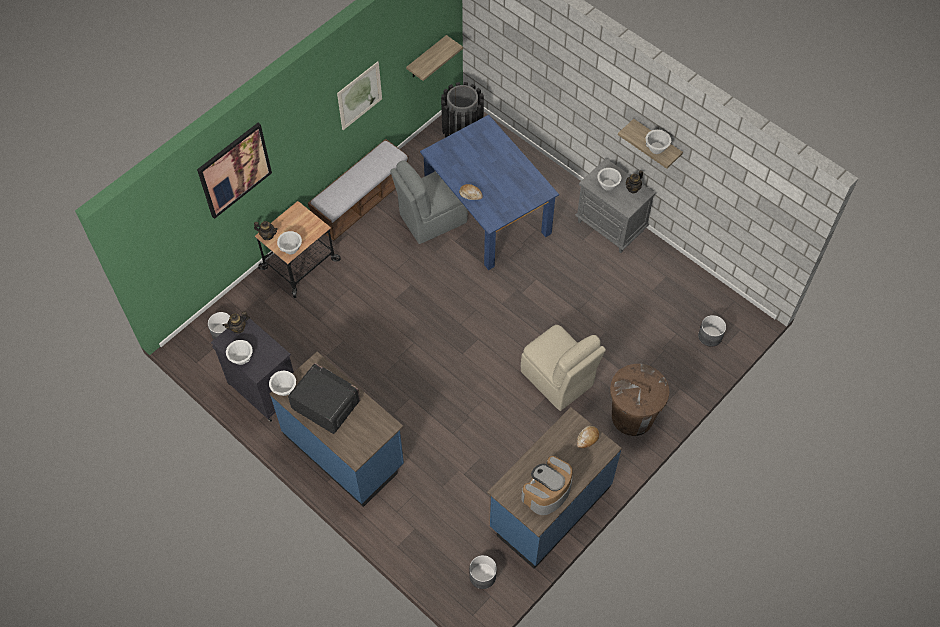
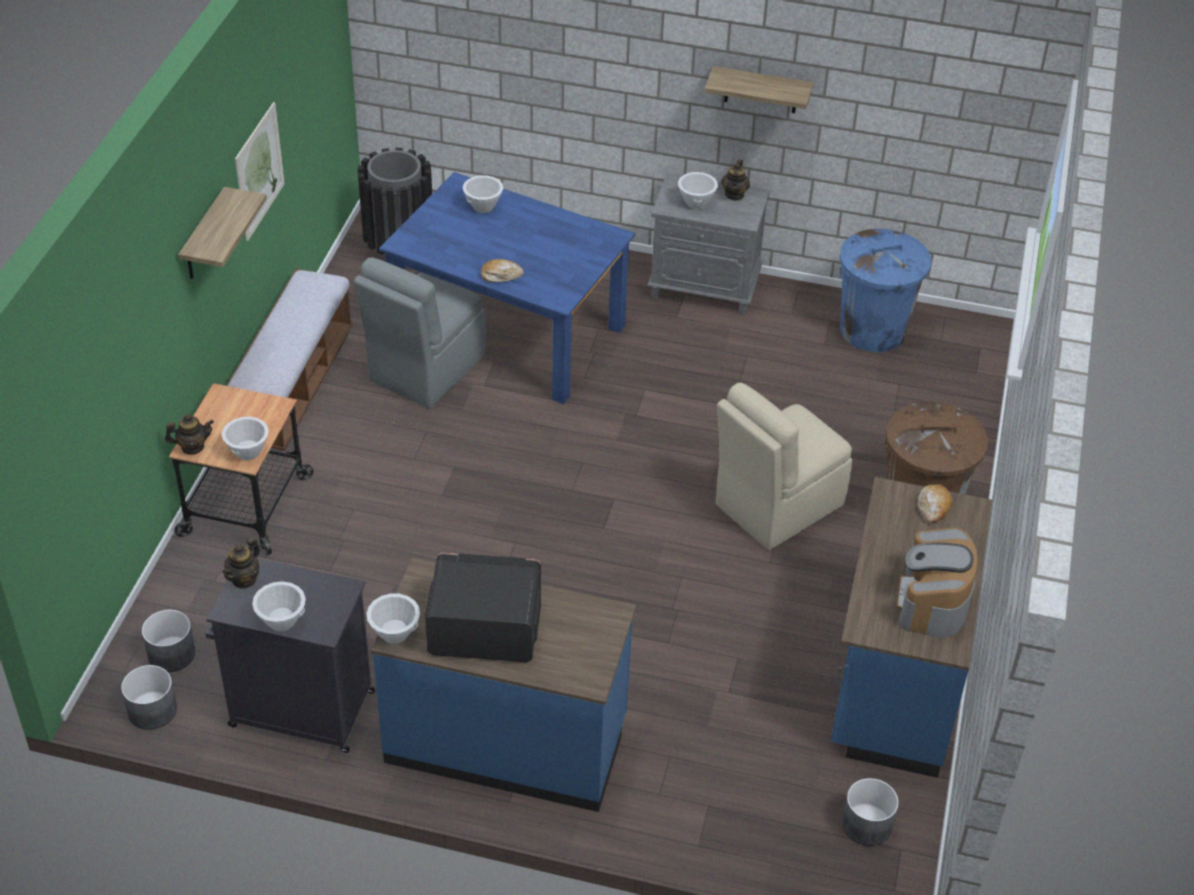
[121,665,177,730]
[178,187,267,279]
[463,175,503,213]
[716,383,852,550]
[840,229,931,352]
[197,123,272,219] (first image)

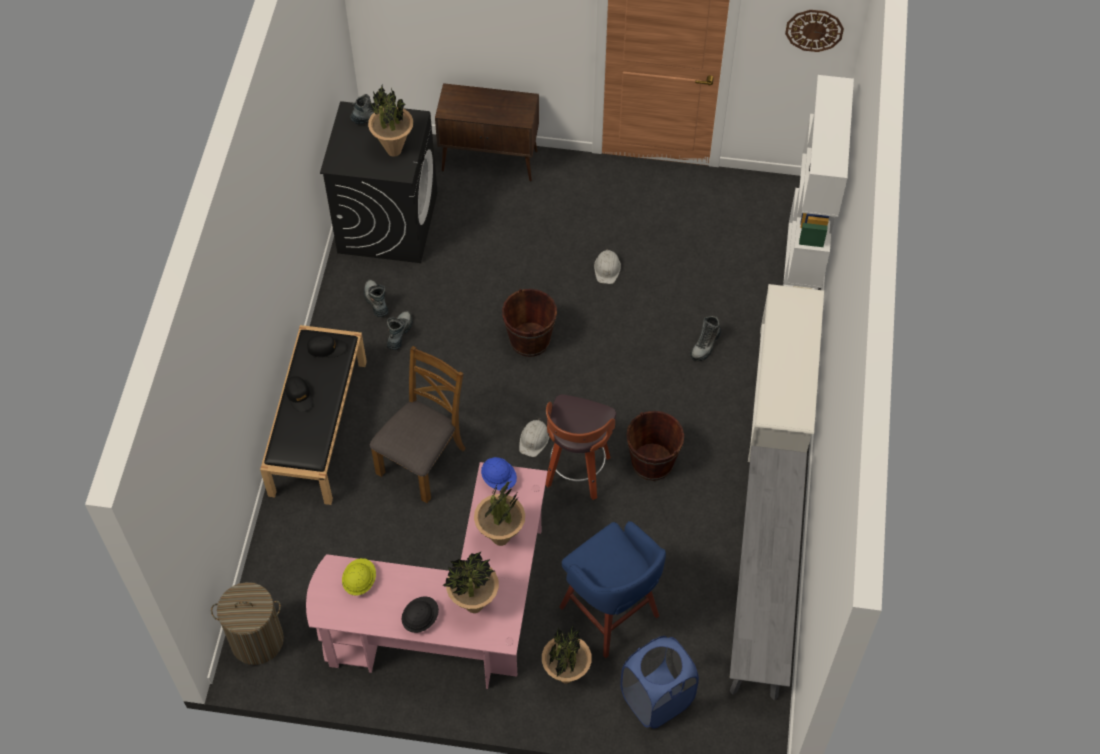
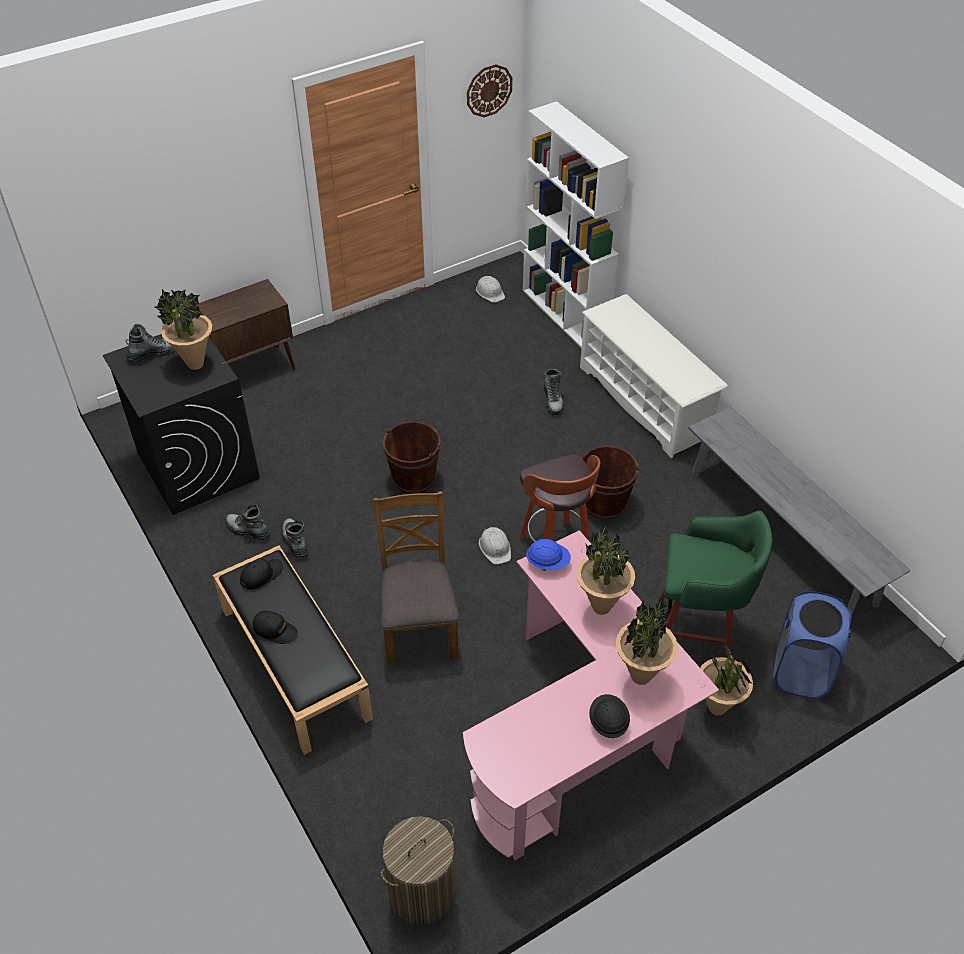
[476,276,505,303]
[658,510,773,658]
[342,558,376,596] (first image)

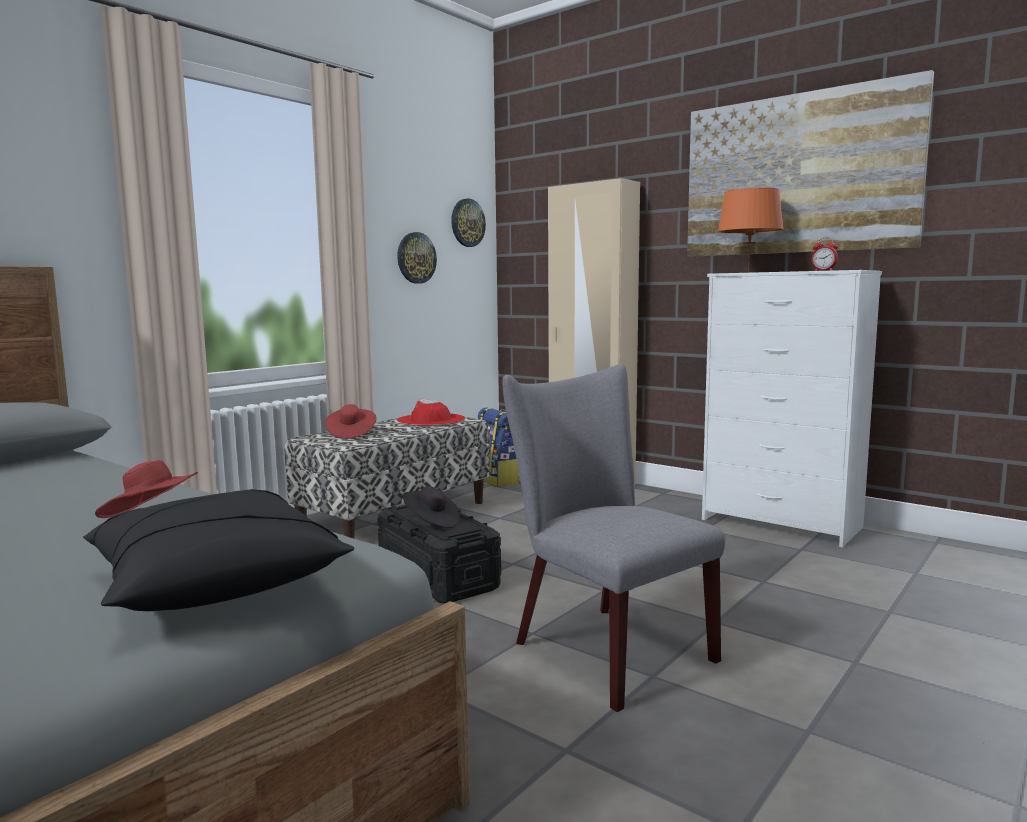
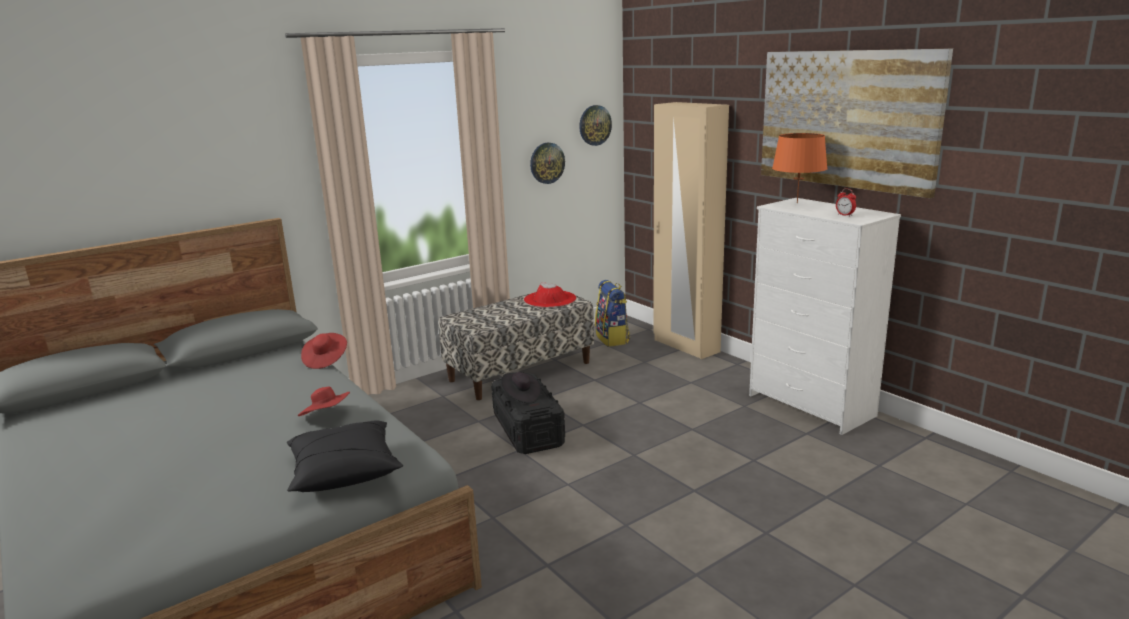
[301,333,347,369]
[502,364,725,712] (first image)

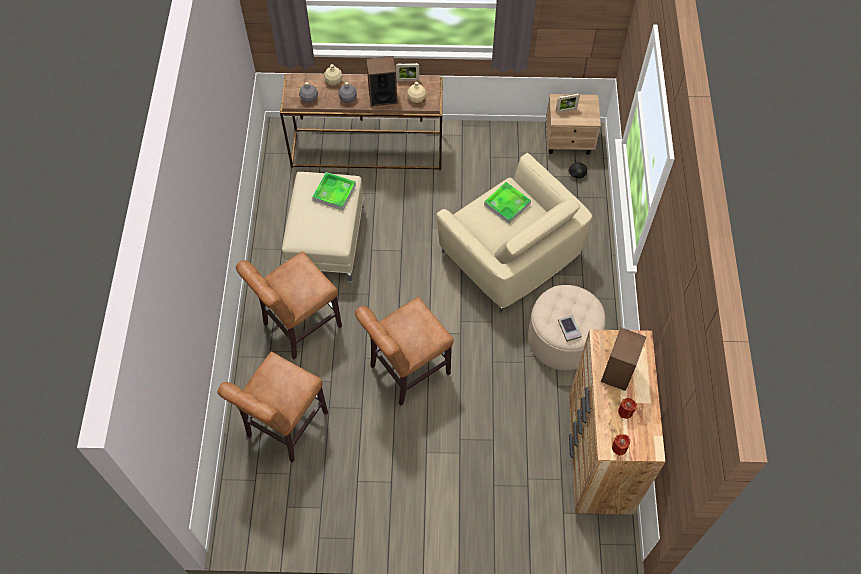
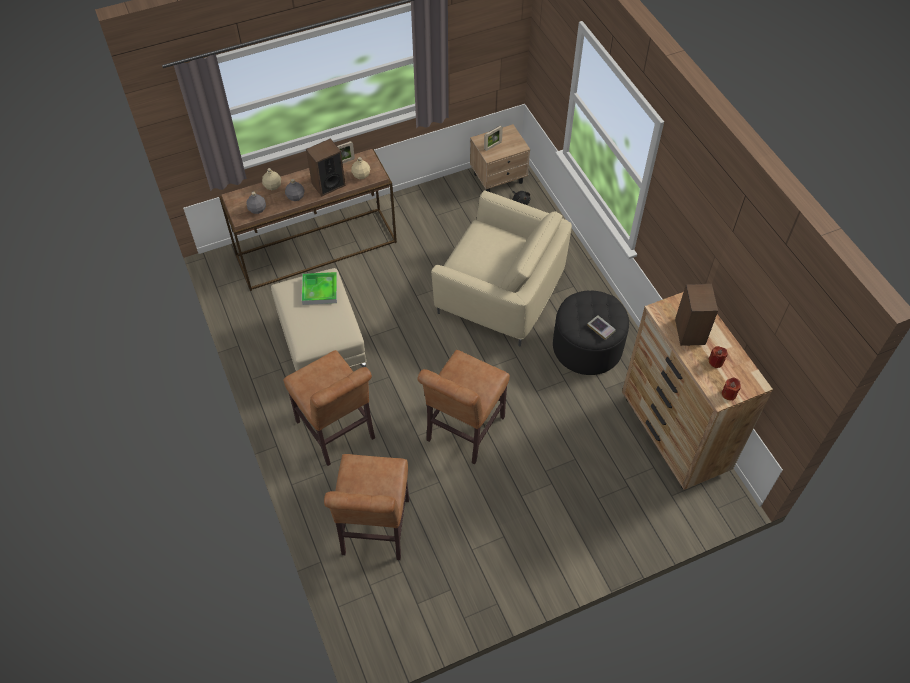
[283,350,375,466]
[553,291,629,375]
[484,182,531,224] (first image)

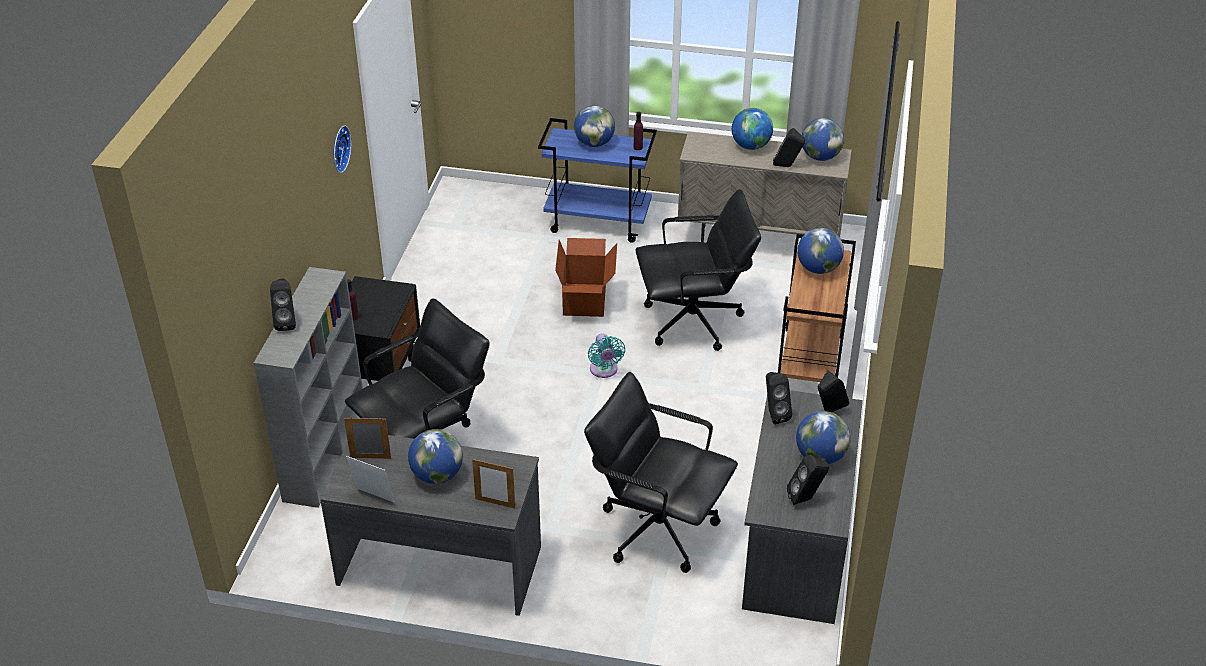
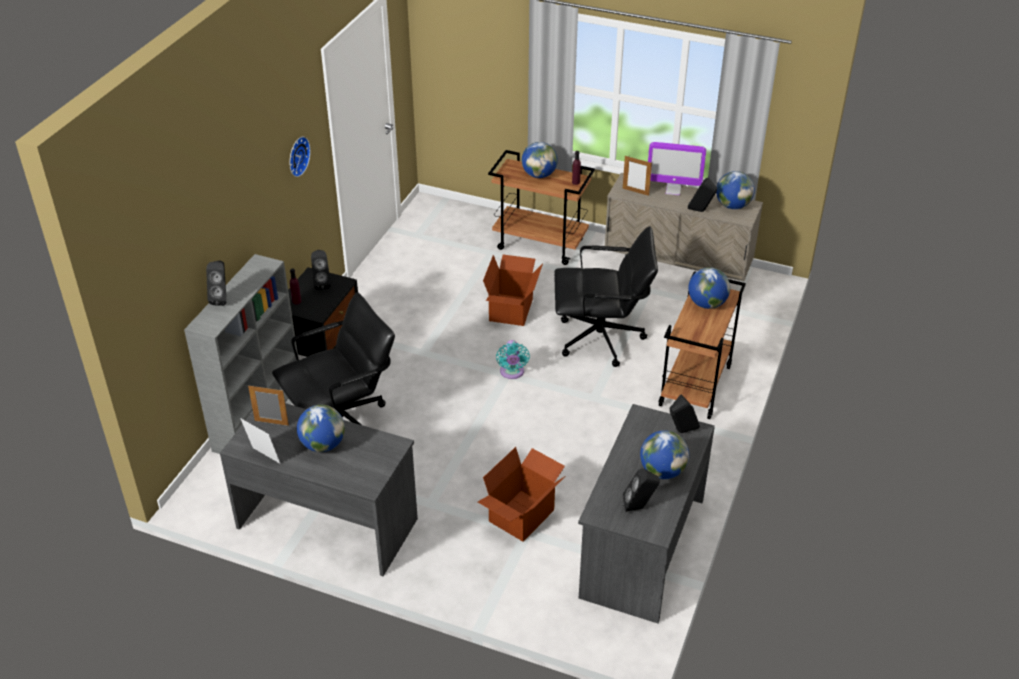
[311,250,331,290]
[478,447,565,542]
[488,150,595,265]
[623,156,652,196]
[648,142,706,196]

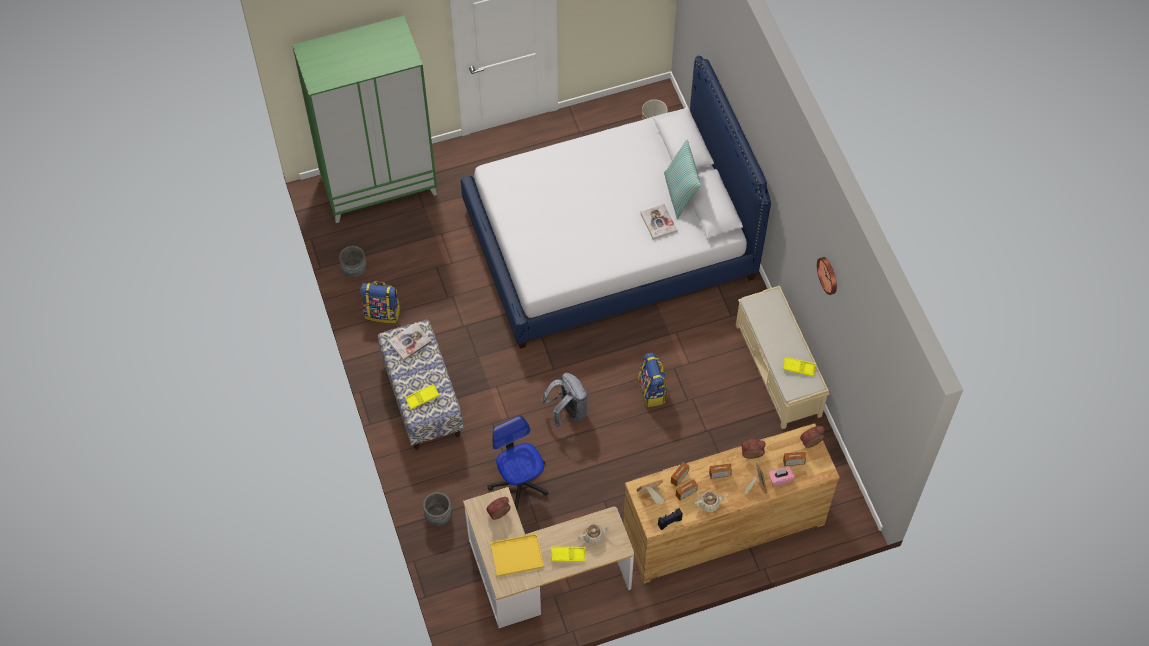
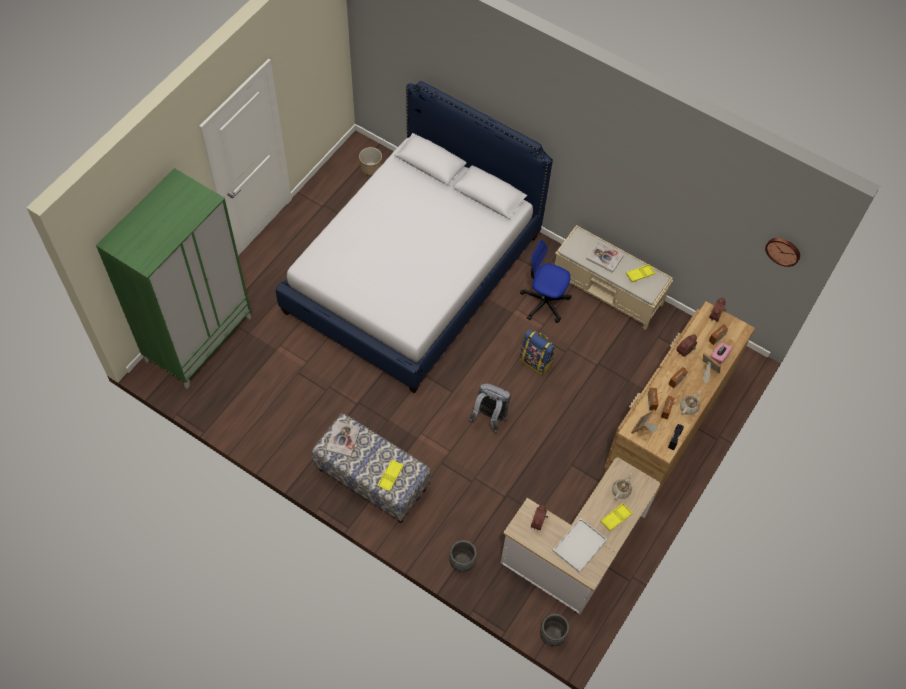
[520,240,571,323]
[540,614,569,646]
[553,518,607,573]
[586,242,624,273]
[765,238,800,267]
[360,281,401,323] (first image)
[664,139,701,219] (first image)

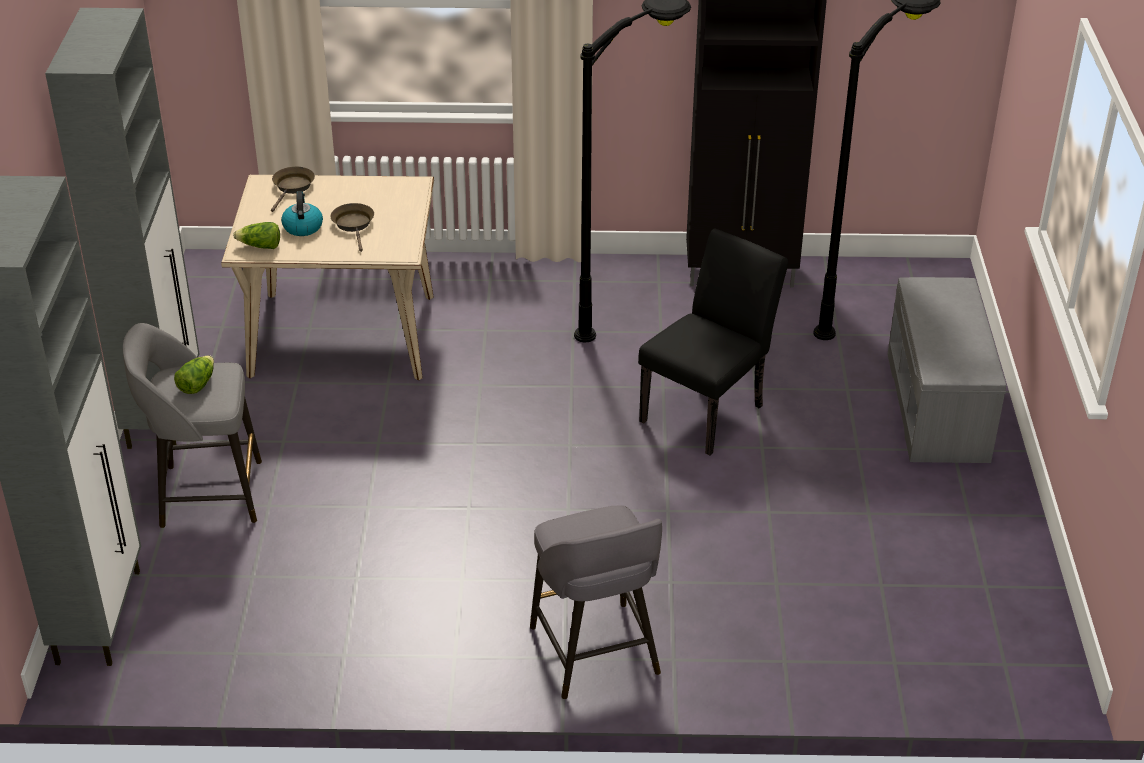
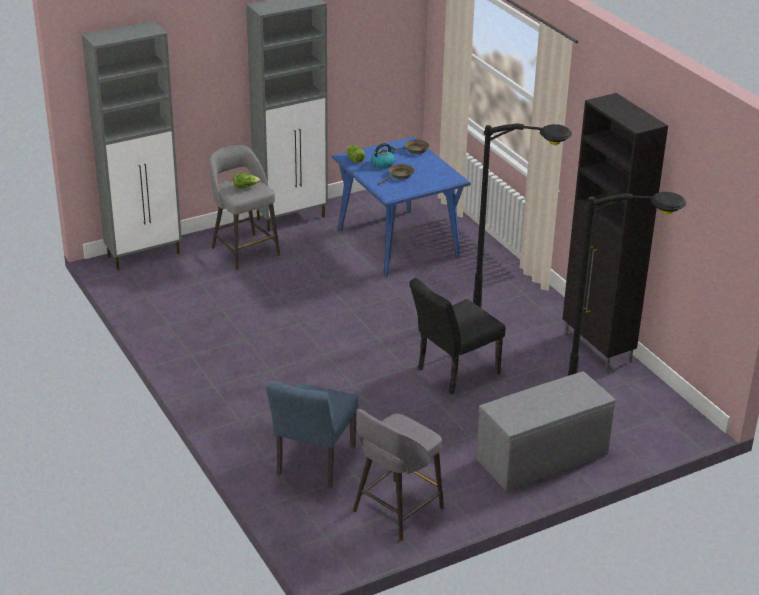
[266,381,358,487]
[332,136,470,277]
[353,409,444,541]
[409,278,506,395]

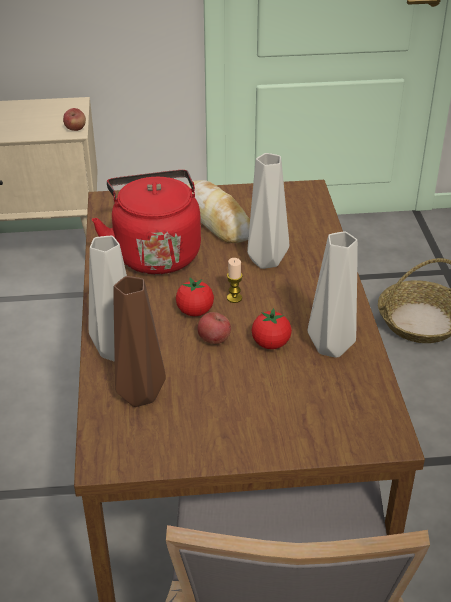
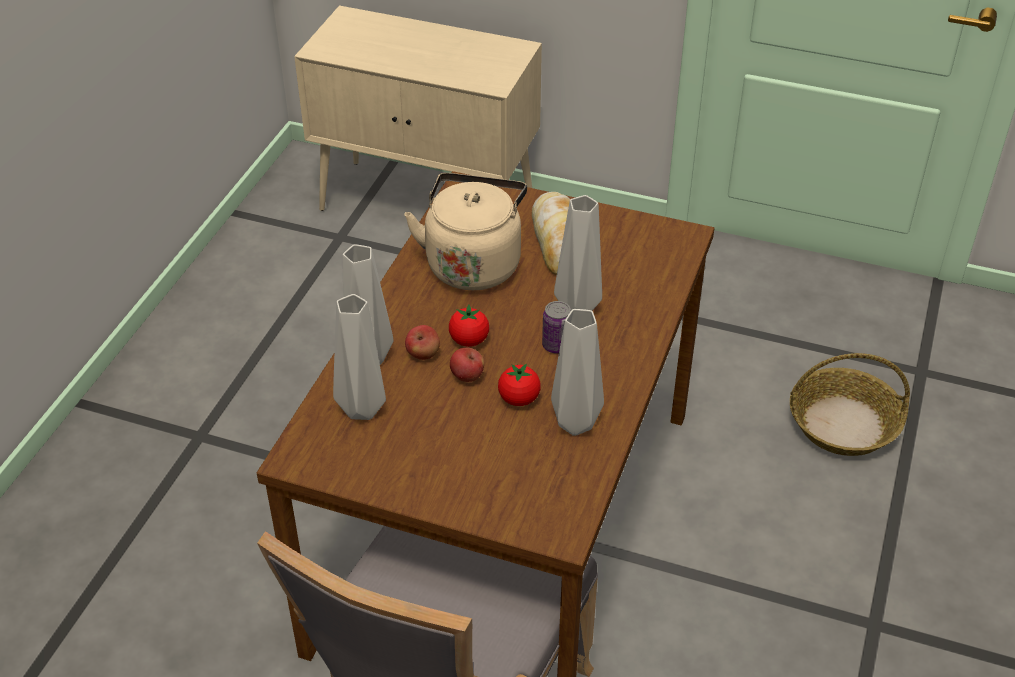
[333,294,386,420]
[404,173,527,290]
[405,325,440,360]
[542,301,571,354]
[227,258,243,303] (first image)

